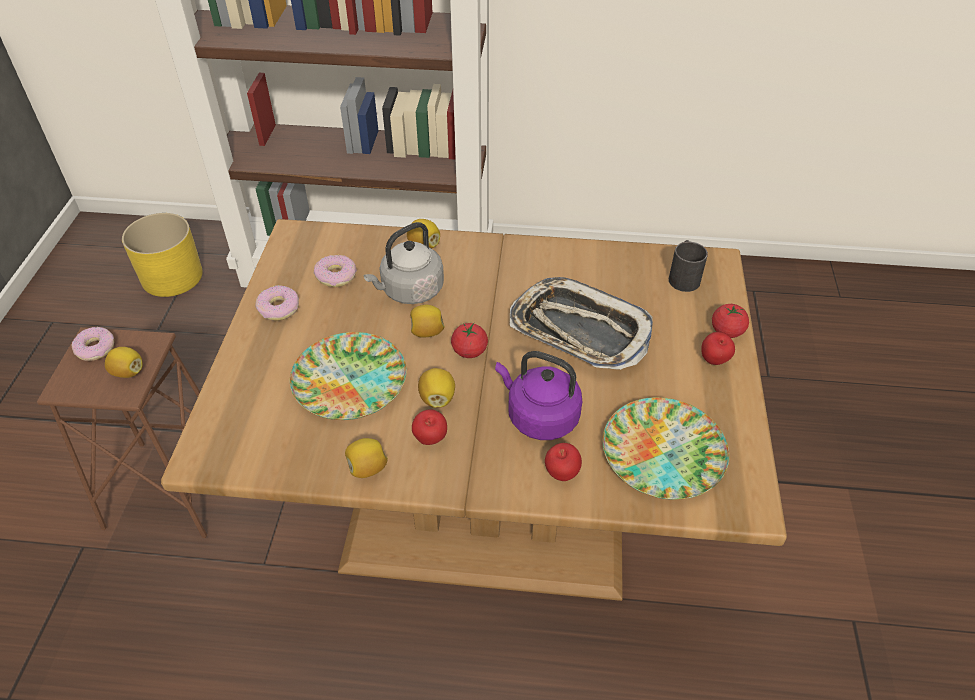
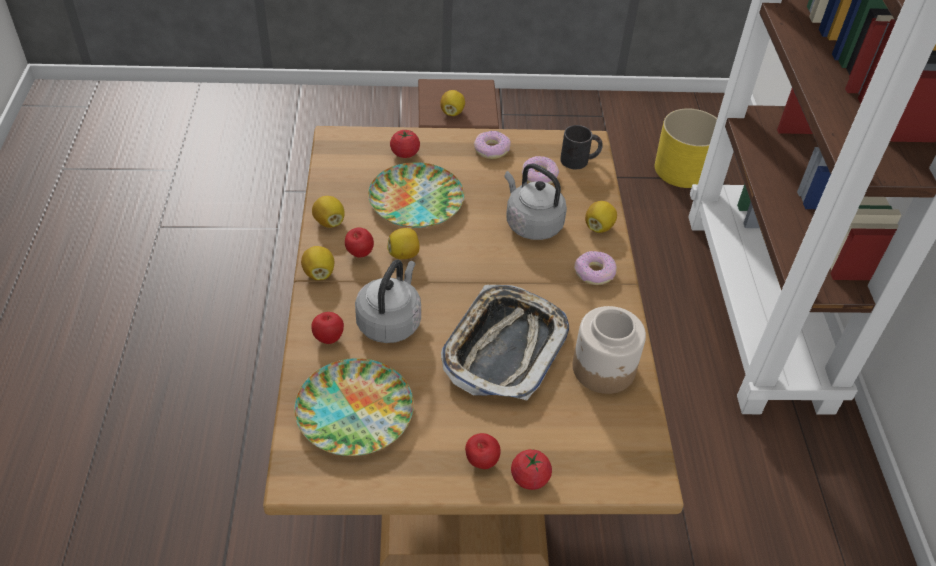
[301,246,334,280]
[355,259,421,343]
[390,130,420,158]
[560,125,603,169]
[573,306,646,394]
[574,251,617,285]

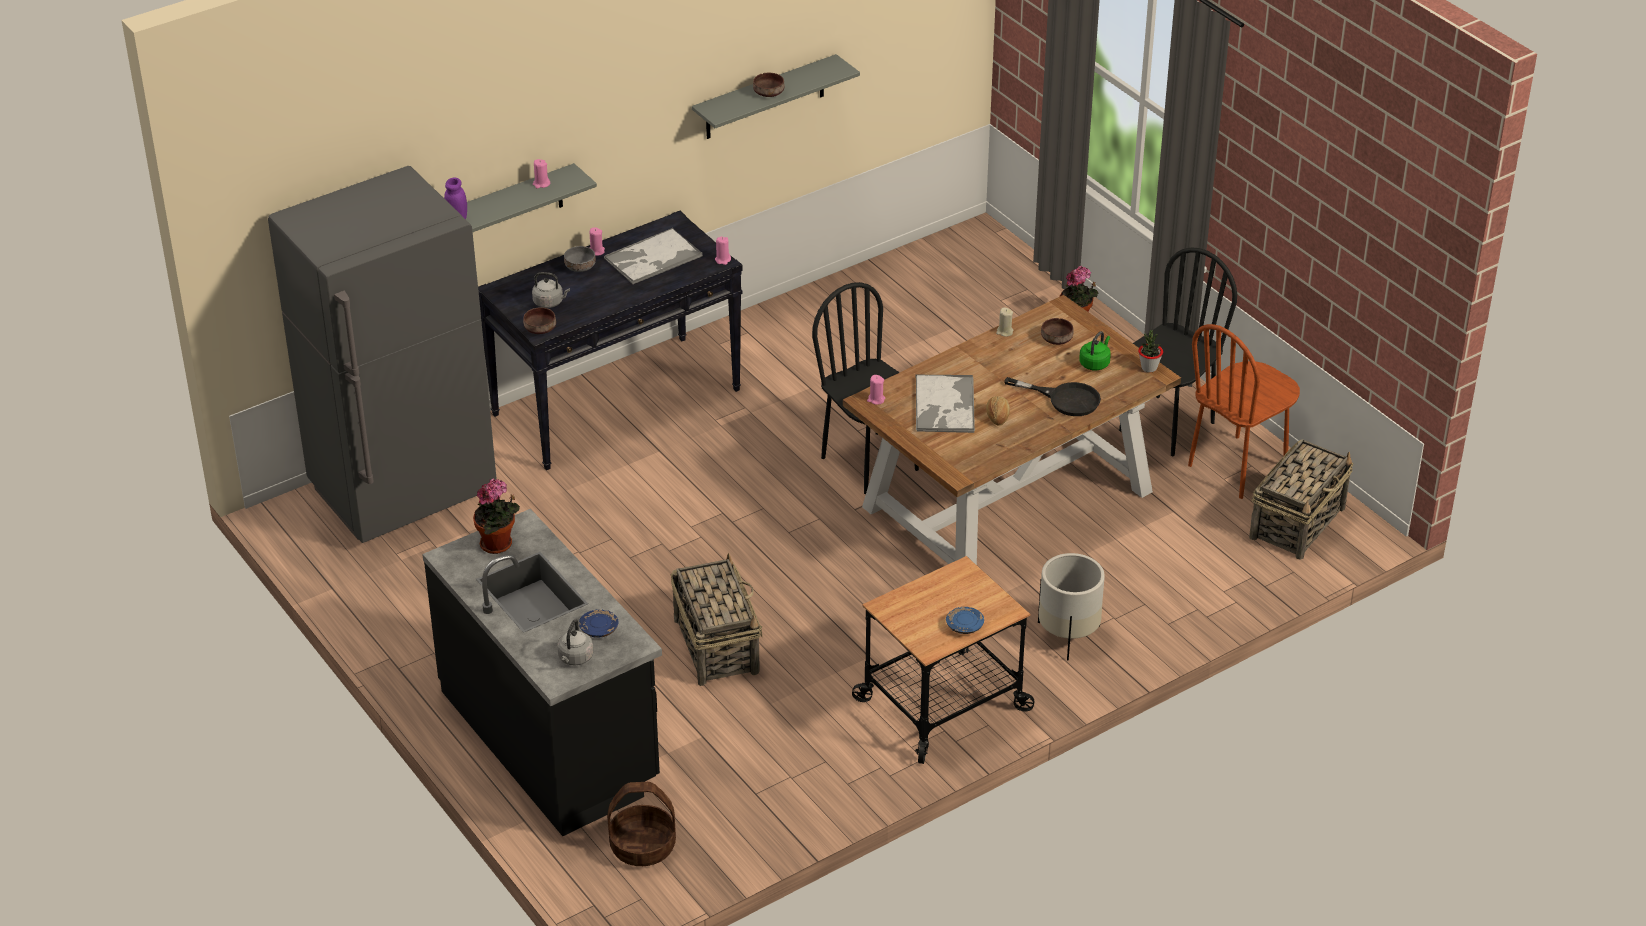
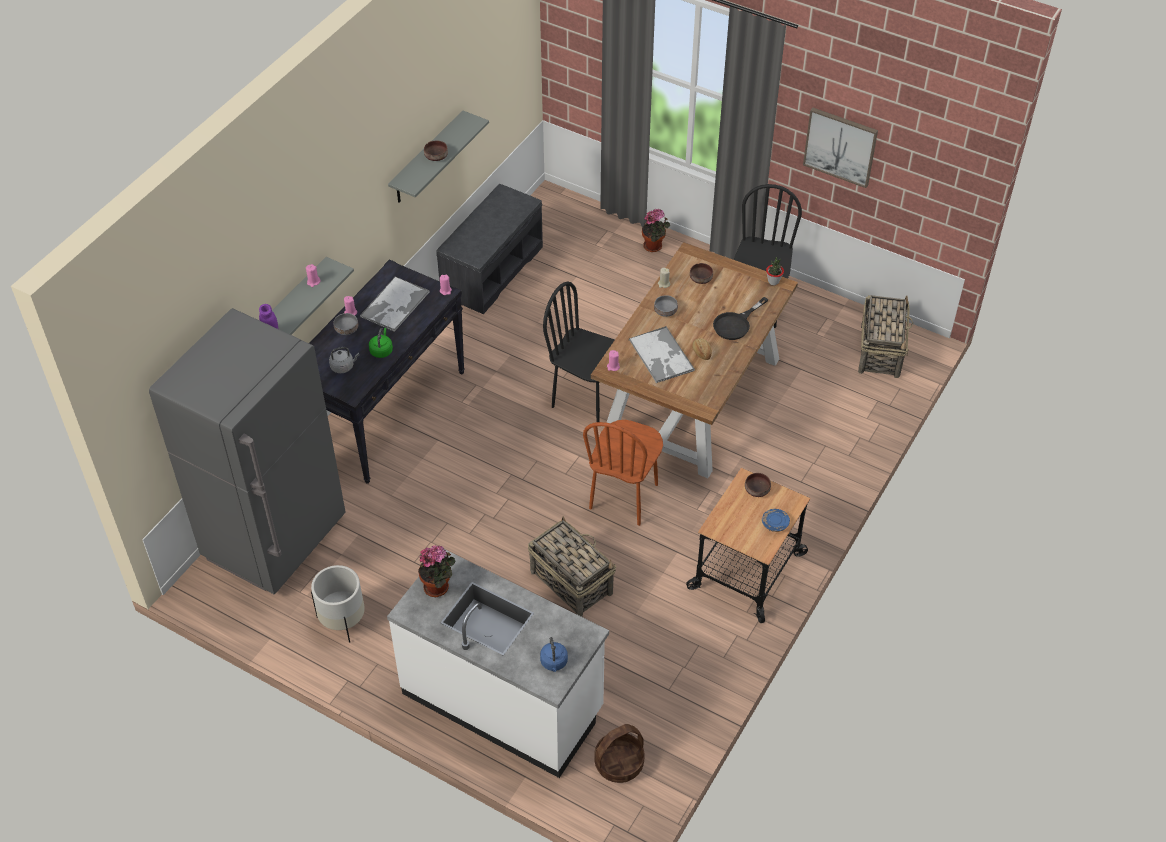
[311,565,365,643]
[369,328,393,358]
[387,549,609,778]
[436,184,543,314]
[540,637,568,672]
[583,420,663,526]
[654,295,678,317]
[713,297,768,340]
[745,473,771,497]
[803,108,878,188]
[579,609,619,638] (first image)

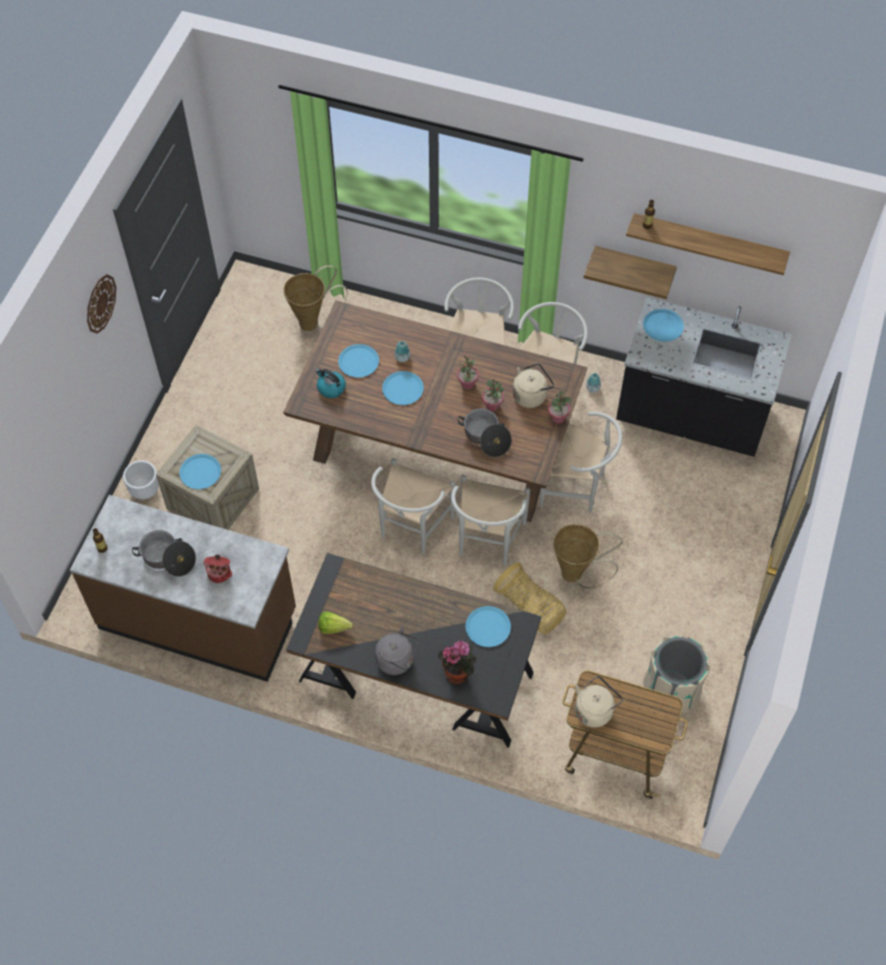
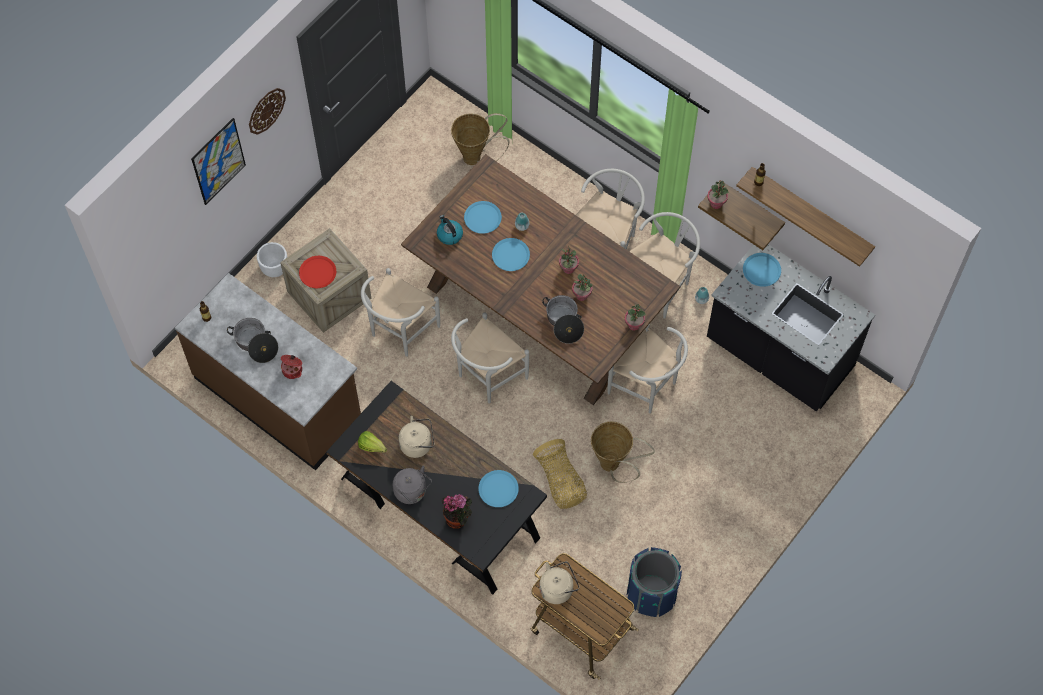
[191,118,246,205]
[299,256,336,288]
[361,268,440,357]
[399,416,434,458]
[627,547,682,617]
[707,181,729,209]

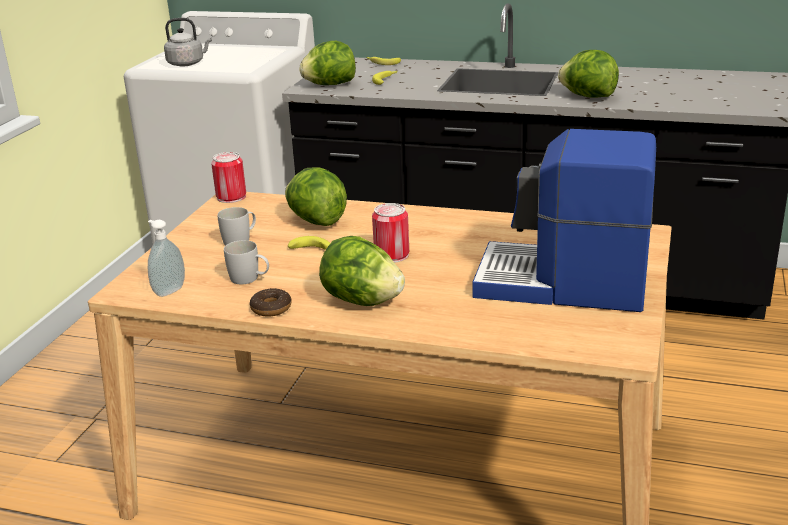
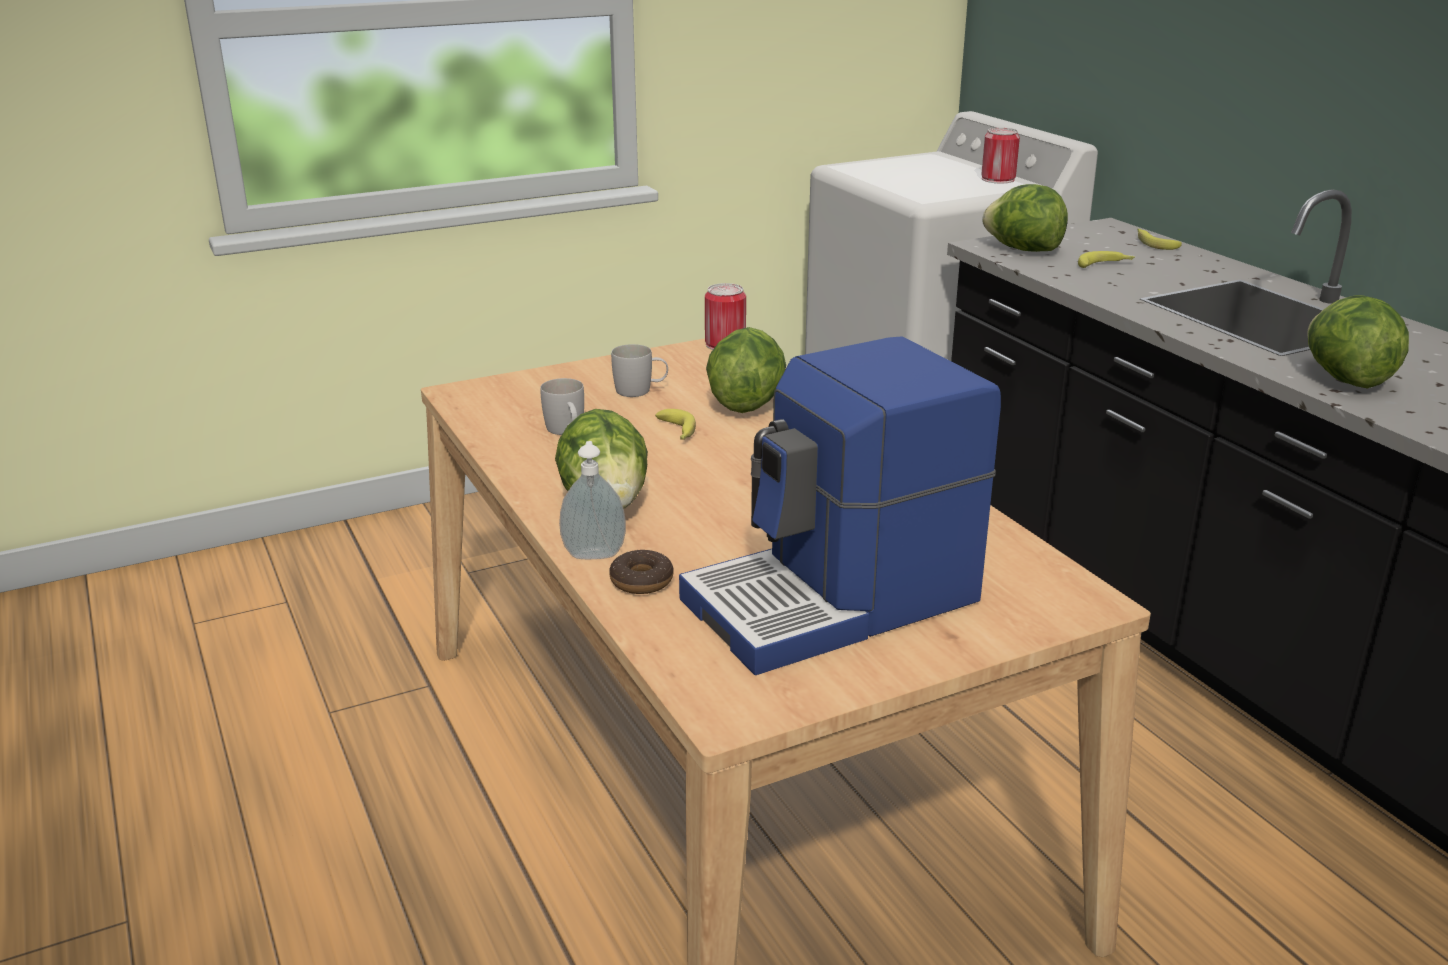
[559,441,626,559]
[609,550,673,594]
[679,336,1001,675]
[981,128,1020,183]
[164,18,212,67] (first image)

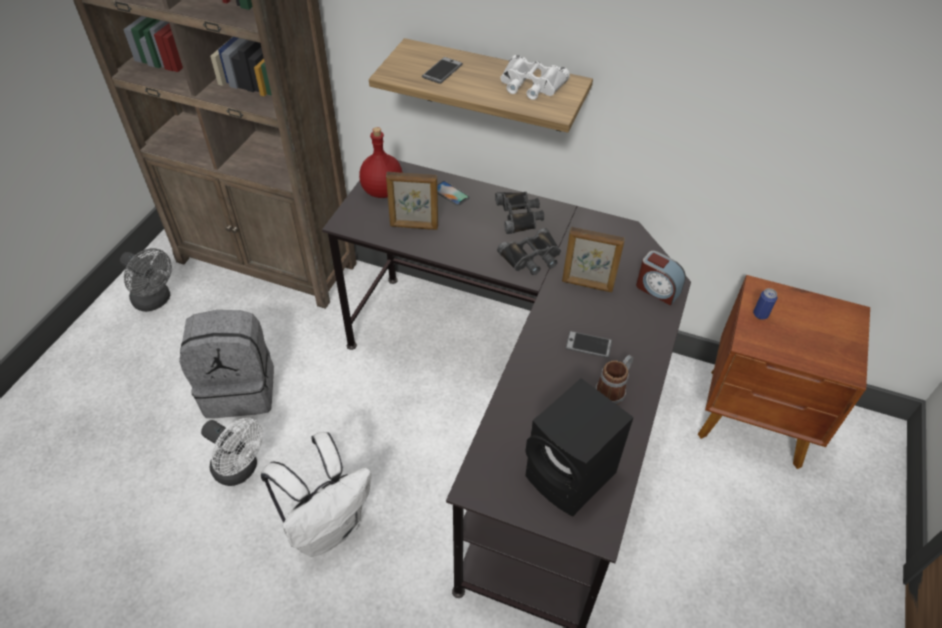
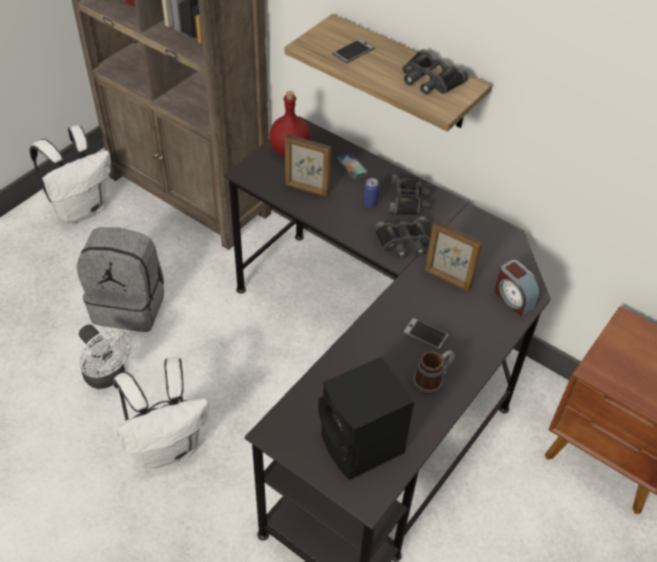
[29,125,111,224]
[363,178,379,208]
[402,49,468,95]

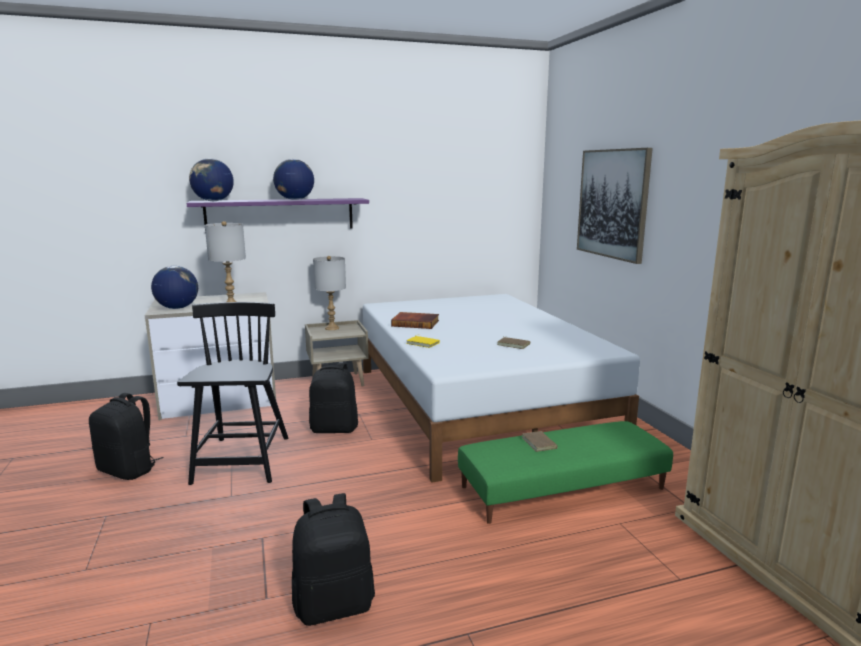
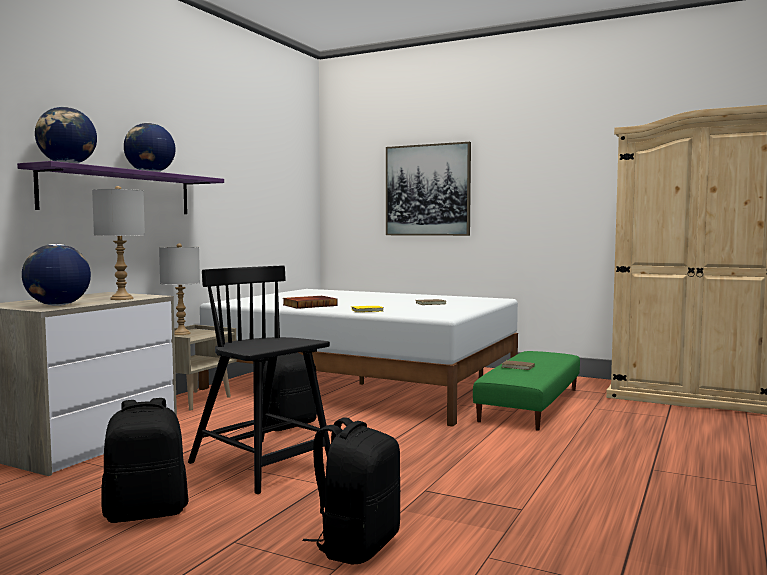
[303,417,401,564]

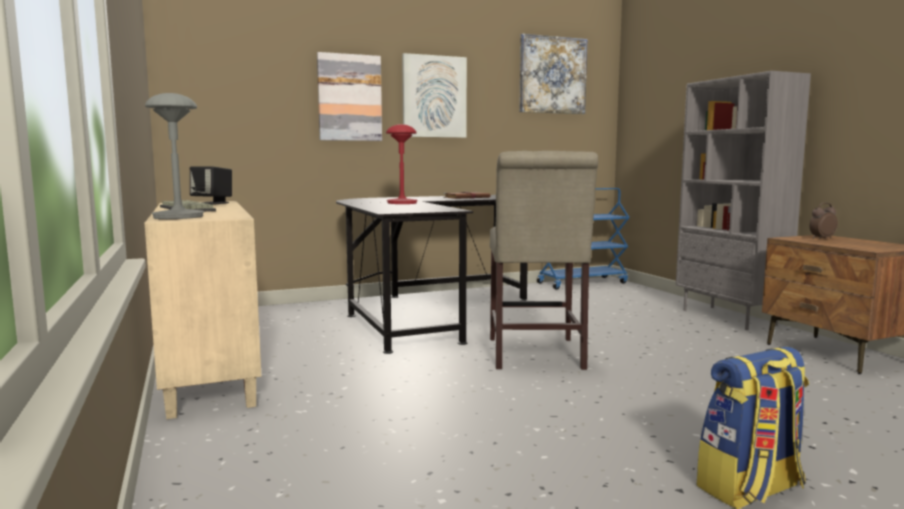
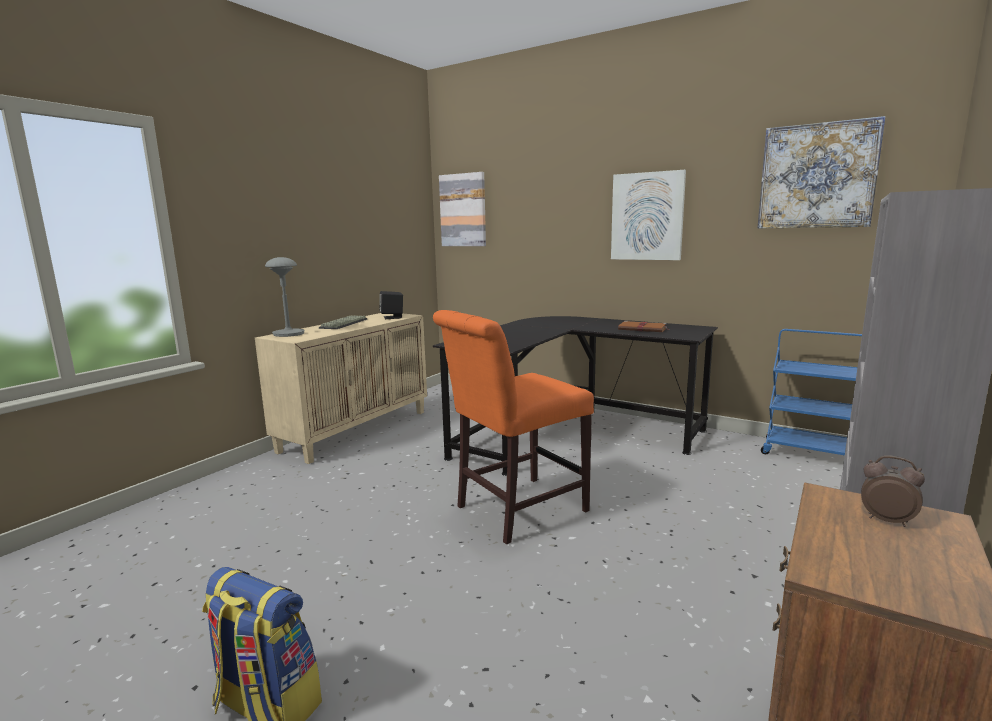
[433,310,594,544]
[439,172,486,246]
[386,124,417,204] (first image)

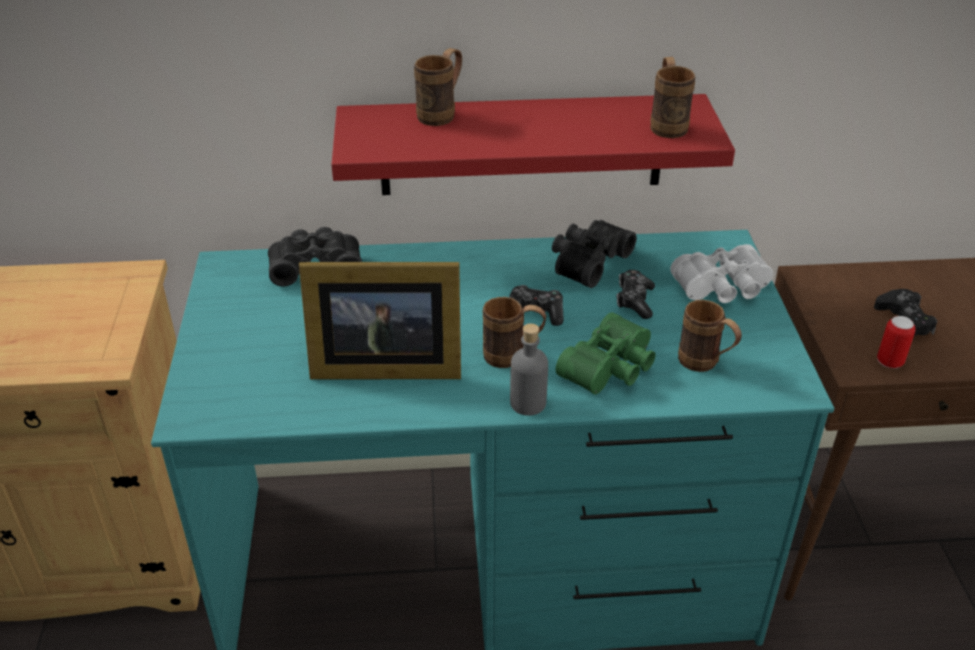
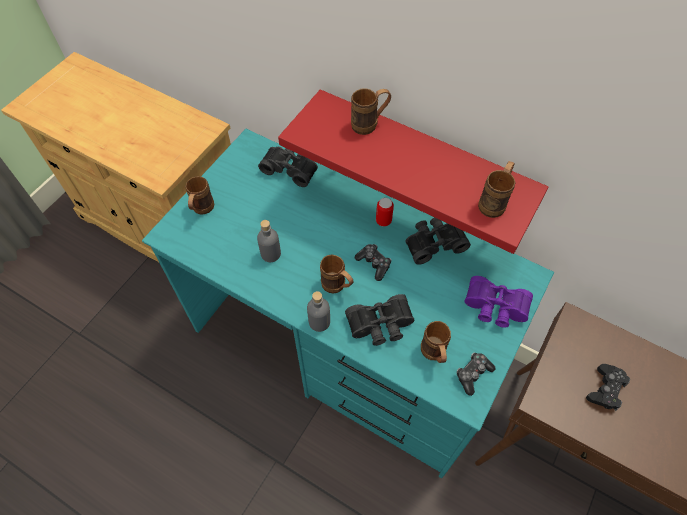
[185,176,214,214]
[257,220,281,262]
[345,294,415,346]
[376,198,394,226]
[457,353,496,396]
[465,276,533,328]

